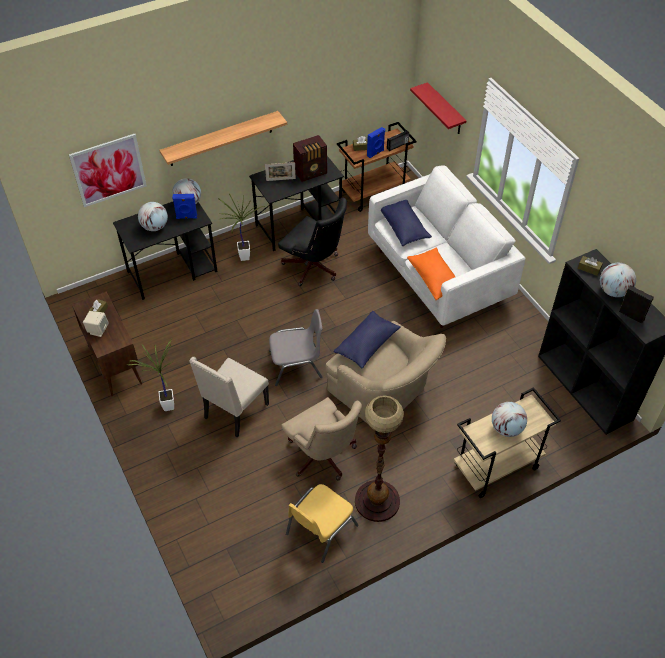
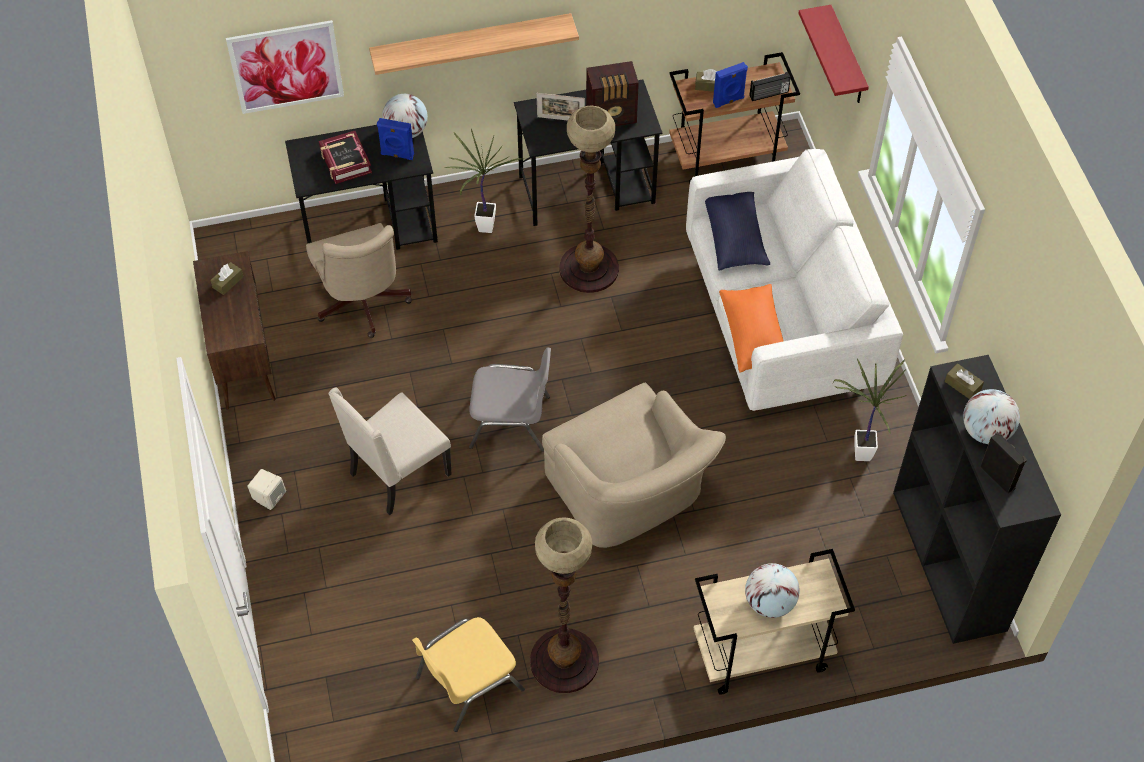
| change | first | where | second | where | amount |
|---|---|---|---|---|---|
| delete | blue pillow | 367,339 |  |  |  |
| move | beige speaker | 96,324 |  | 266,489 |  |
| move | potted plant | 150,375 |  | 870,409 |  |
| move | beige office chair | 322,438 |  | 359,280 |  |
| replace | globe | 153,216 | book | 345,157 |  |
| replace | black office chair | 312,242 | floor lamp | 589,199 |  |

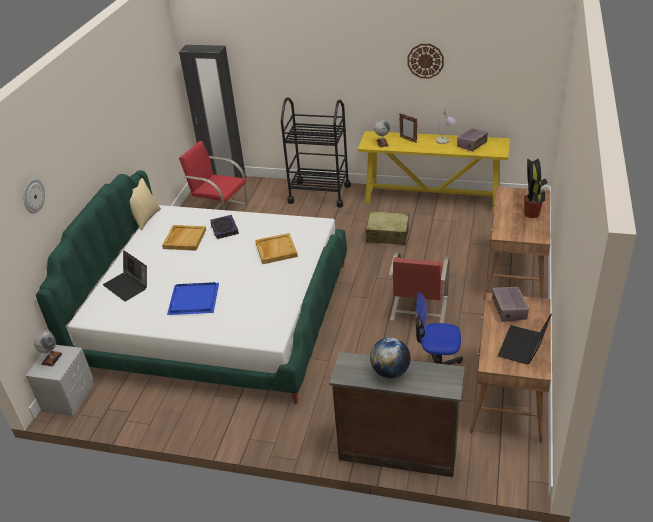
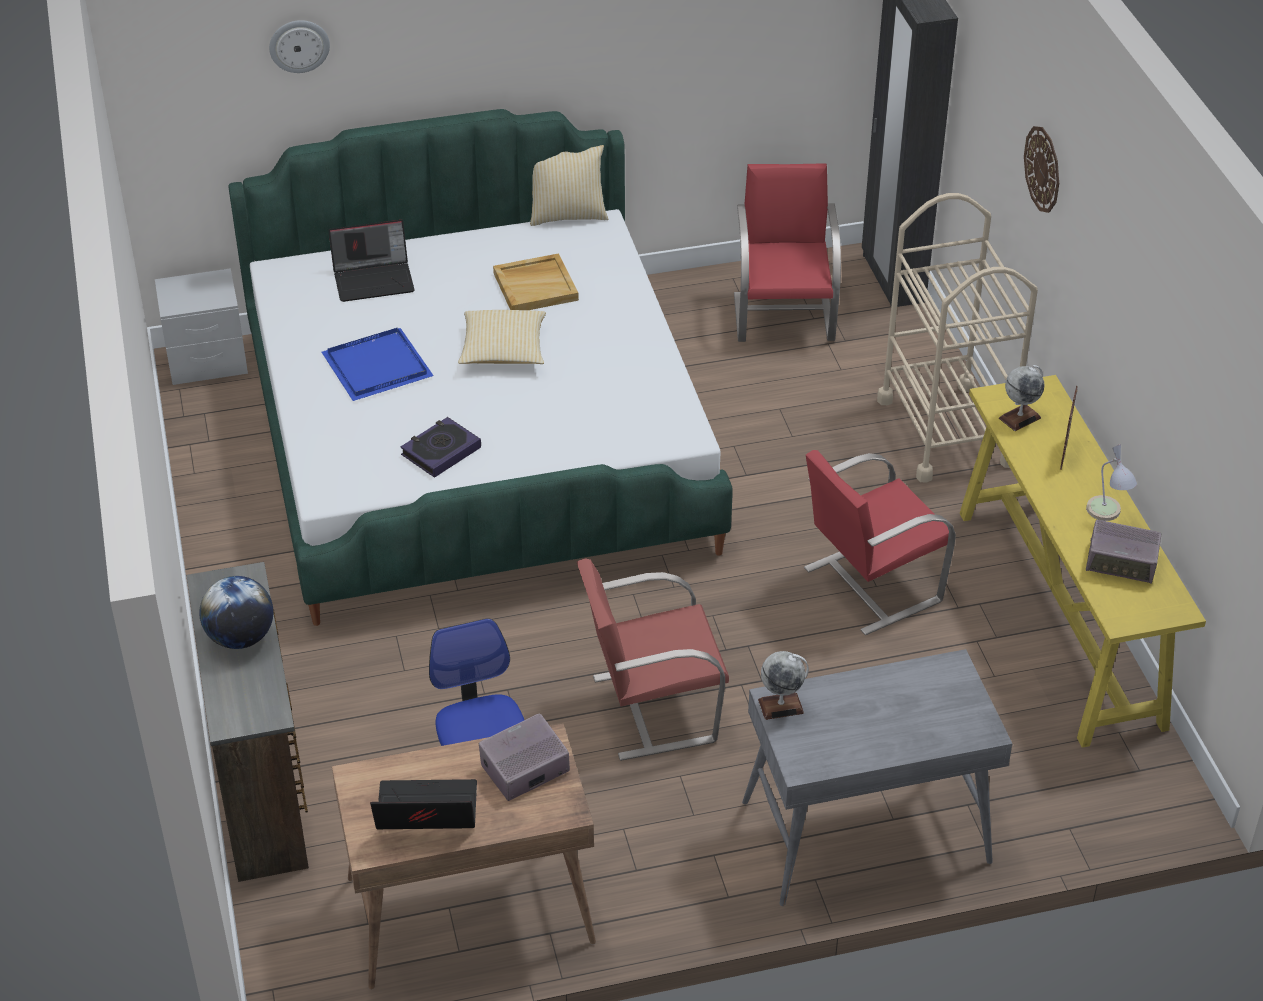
| change | first | where | second | where | amount |
|---|---|---|---|---|---|
| delete | beige tray | 276,248 |  |  |  |
| delete | potted plant | 536,188 |  |  |  |
| insert |  |  | pillow | 502,337 |  |
| move | globe | 48,348 |  | 783,685 |  |
| move | book | 224,227 |  | 440,447 |  |
| move | wall clock | 426,61 |  | 1041,169 |  |
| replace | beige suitcase | 387,228 | red chair | 880,542 |  |
| recolor | black cart | 316,152 | beige cart | 957,338 |  |
| recolor | brown desk | 516,243 | grey desk | 877,777 |  |
| rotate | laptop | 125,275 |  | 371,261 | 120 degrees counterclockwise |

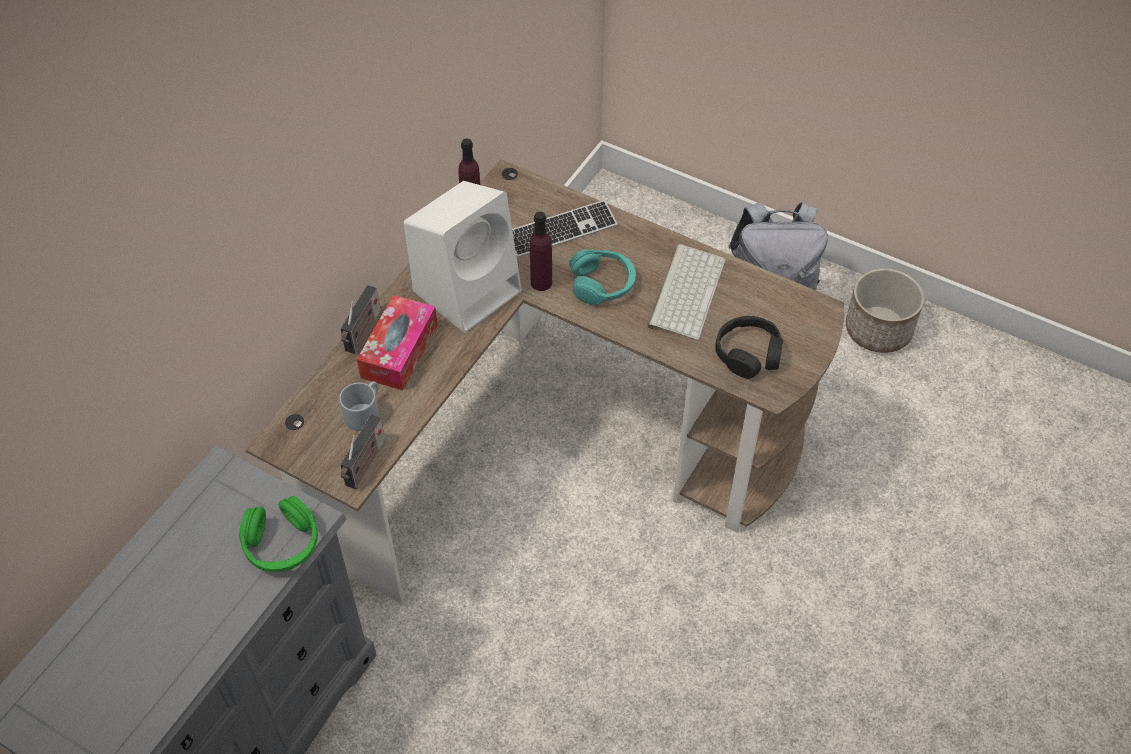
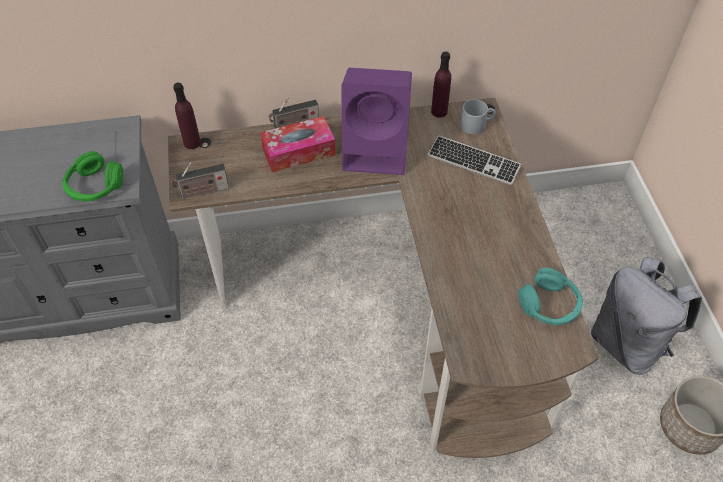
| change | first | where | second | where | amount |
|---|---|---|---|---|---|
| delete | keyboard | 686,292 |  |  |  |
| delete | black headphones | 749,347 |  |  |  |
| move | grey mug | 359,406 |  | 478,116 |  |
| move | purple bottle | 541,251 |  | 187,116 |  |
| move | turquoise headphones | 602,277 |  | 550,296 |  |
| recolor | white speaker | 463,257 | purple speaker | 376,121 |  |

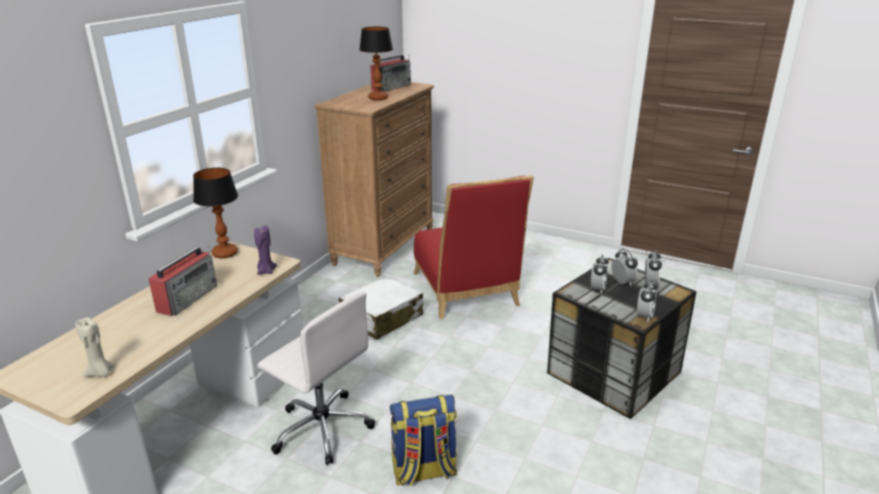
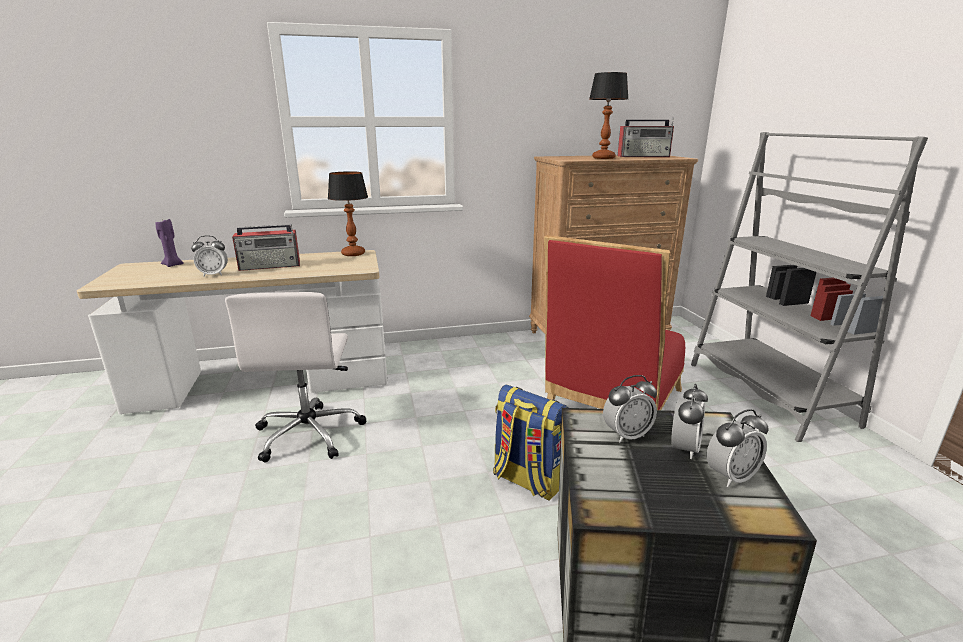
| change | first | where | second | where | amount |
|---|---|---|---|---|---|
| delete | beige candle | 95,347 |  |  |  |
| delete | white suitcase | 381,308 |  |  |  |
| insert |  |  | grey bookcase | 809,287 |  |
| move | purple candle | 265,250 |  | 170,243 |  |
| move | backpack | 423,440 |  | 530,443 |  |
| move | alarm clock | 647,301 |  | 209,256 |  |

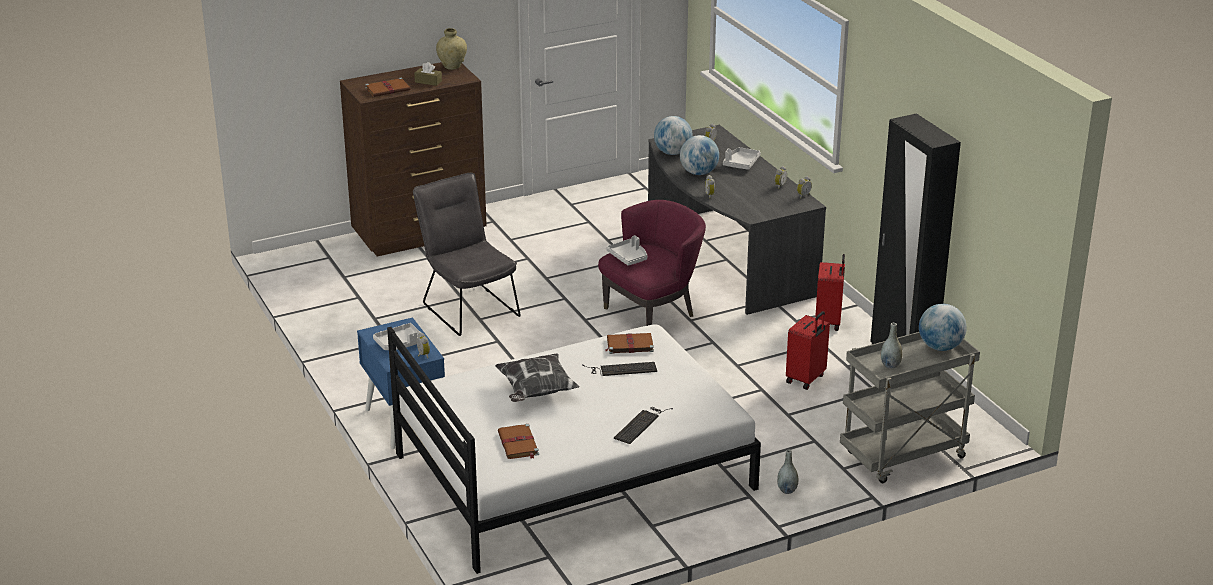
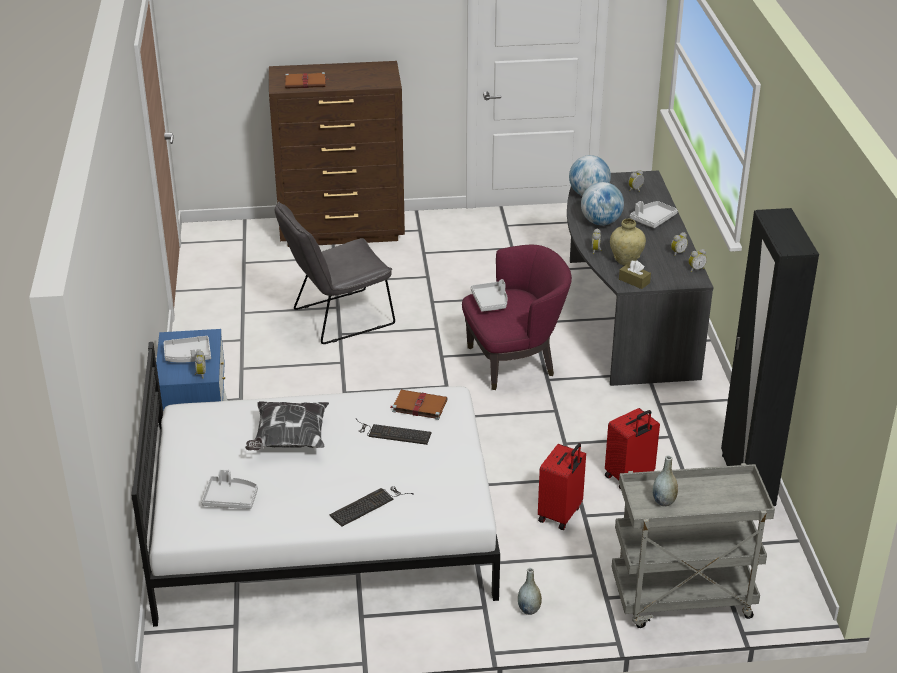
| change | first | where | second | where | amount |
|---|---|---|---|---|---|
| delete | globe | 943,327 |  |  |  |
| move | brown tissue box | 428,74 |  | 635,274 |  |
| move | beige vase | 451,49 |  | 628,242 |  |
| move | red suitcase | 830,292 |  | 562,486 |  |
| replace | brown book | 518,441 | grey tray | 229,489 |  |
| rotate | grey chair | 467,254 |  | 335,273 | 105 degrees counterclockwise |

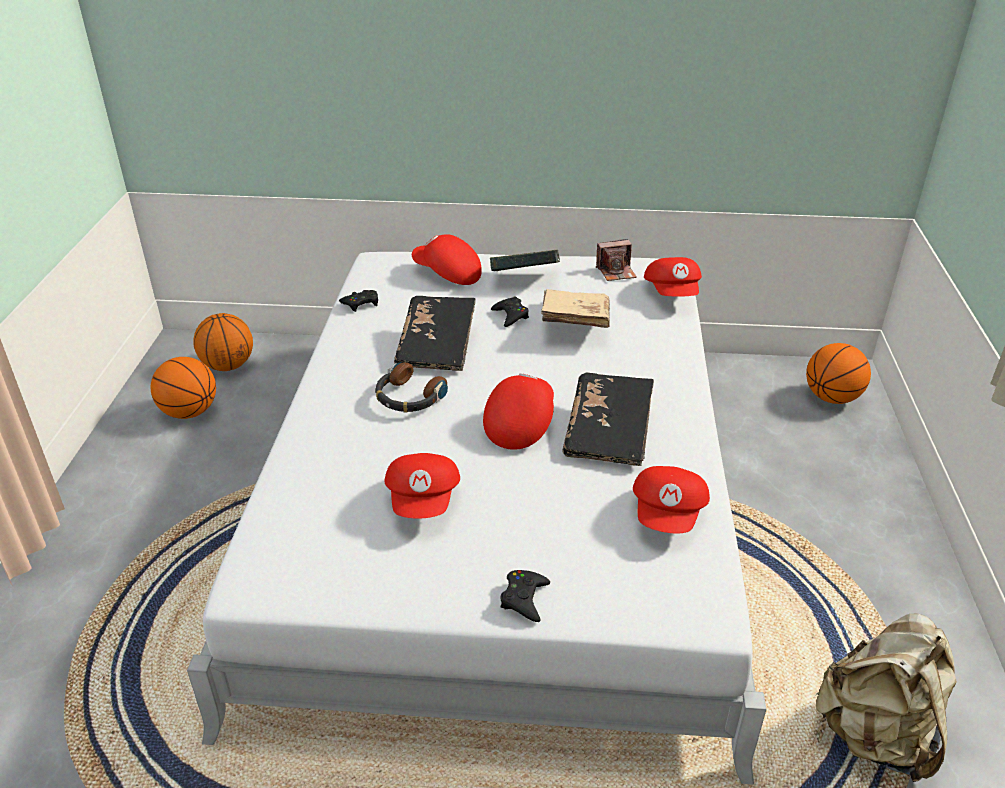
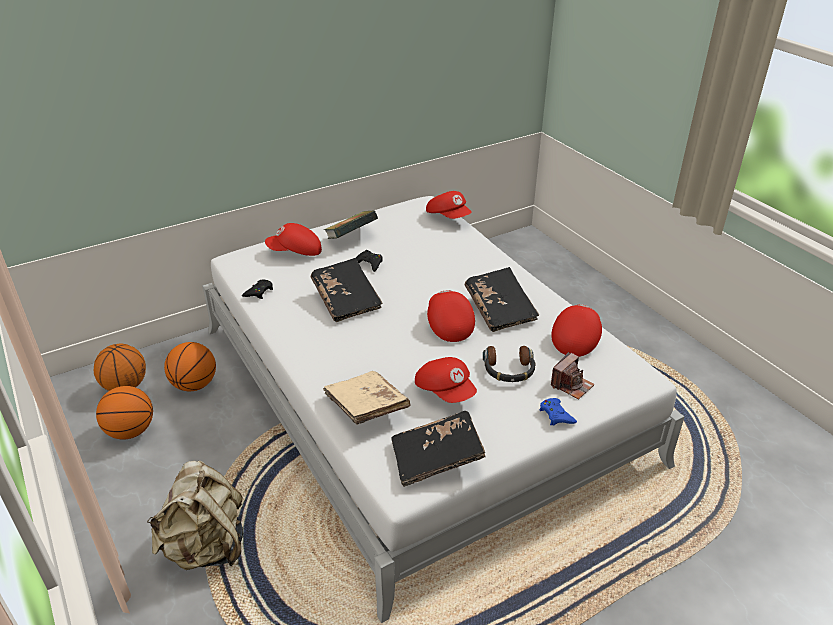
| change | first | where | second | where | amount |
|---|---|---|---|---|---|
| insert |  |  | black book | 438,449 |  |
| move | headphones | 411,387 |  | 509,364 |  |
| move | beige book | 575,308 |  | 367,398 |  |
| move | photo camera | 616,260 |  | 573,376 |  |
| move | basketball | 838,373 |  | 190,366 |  |
| move | beige backpack | 886,698 |  | 195,515 |  |
| recolor | black game controller | 525,596 | blue game controller | 558,411 |  |
| rotate | red cap | 671,499 |  | 576,330 | 135 degrees counterclockwise |

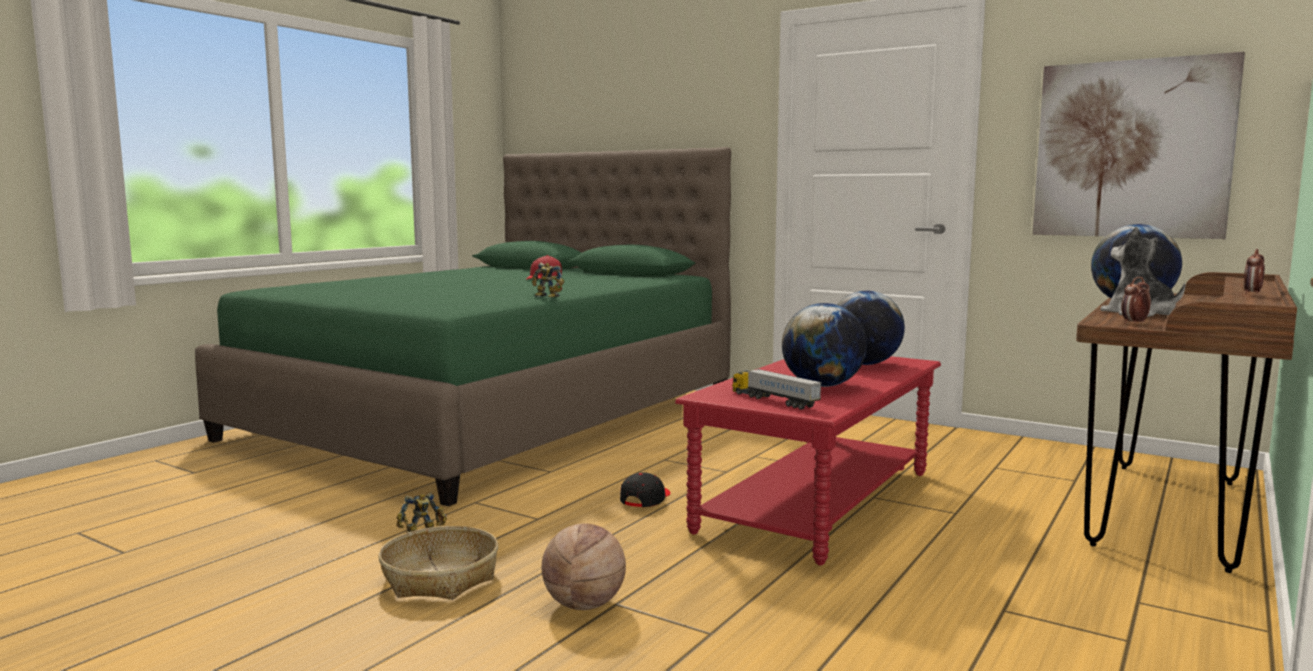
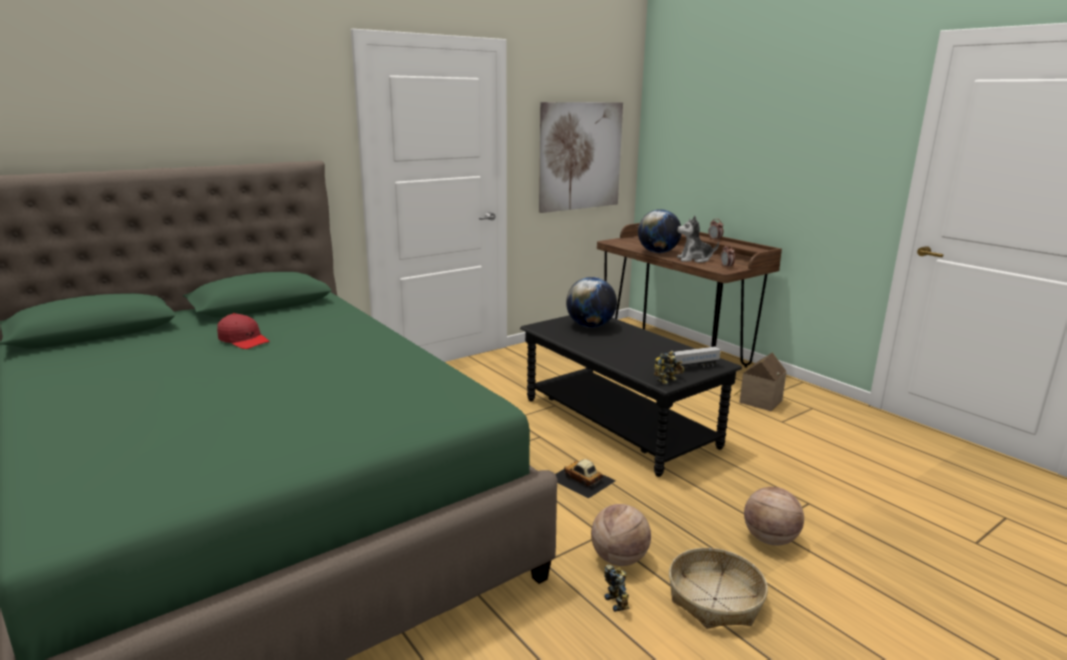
| change | first | where | second | where | amount |
|---|---|---|---|---|---|
| delete | globe | 824,345 |  |  |  |
| insert |  |  | basketball | 621,535 |  |
| insert |  |  | toy house | 760,382 |  |
| move | toy robot | 548,280 |  | 669,368 |  |
| replace | black cap | 645,489 | toy car | 585,479 |  |
| recolor | red coffee table | 808,460 | black coffee table | 631,396 |  |

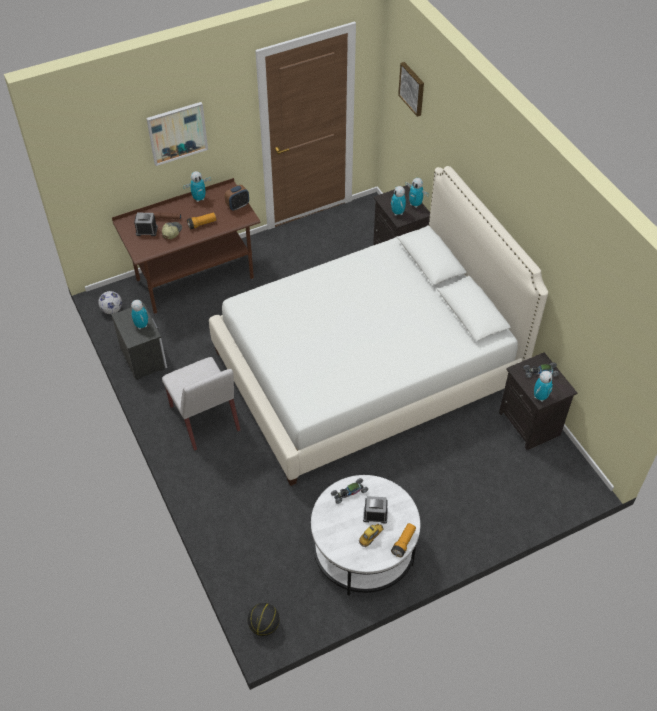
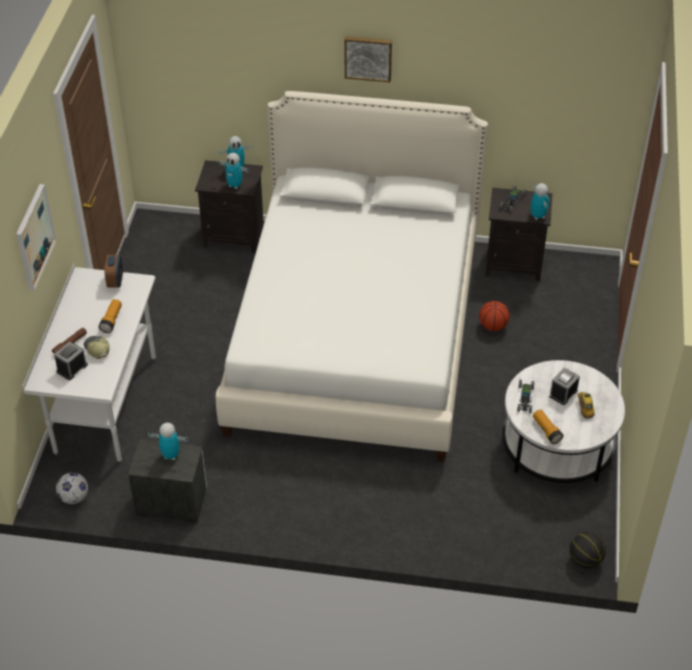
| change | first | where | second | where | amount |
|---|---|---|---|---|---|
| delete | white chair | 201,404 |  |  |  |
| delete | toy robot | 197,186 |  |  |  |
| insert |  |  | basketball | 494,316 |  |
| move | flashlight | 403,540 |  | 548,426 |  |
| move | picture | 411,89 |  | 368,59 |  |
| recolor | brown desk | 186,246 | white desk | 89,363 |  |

